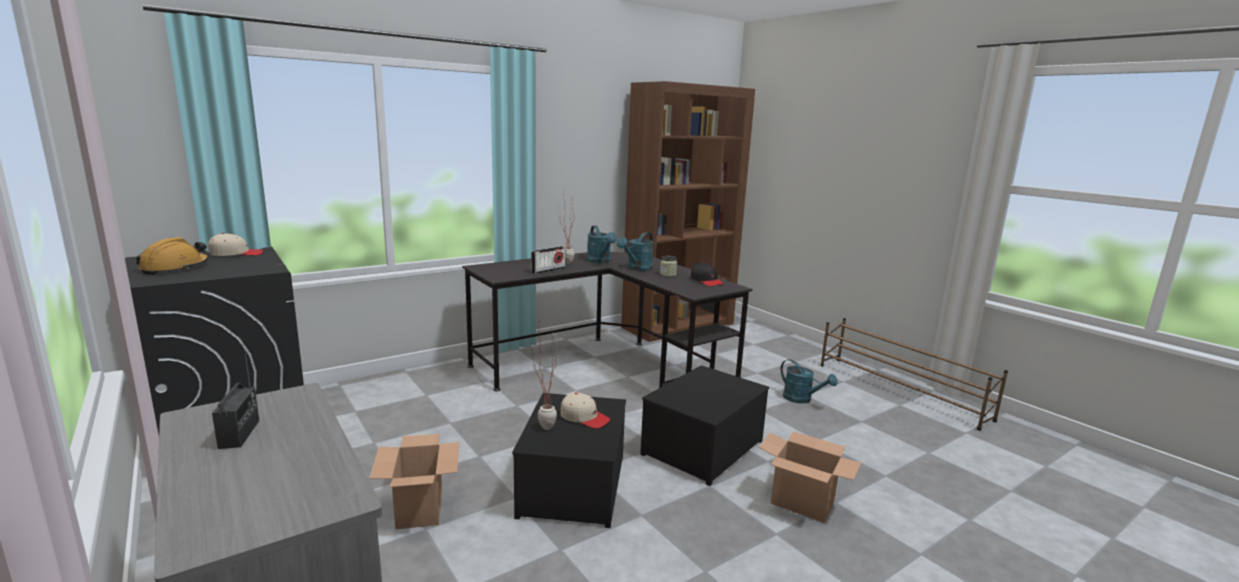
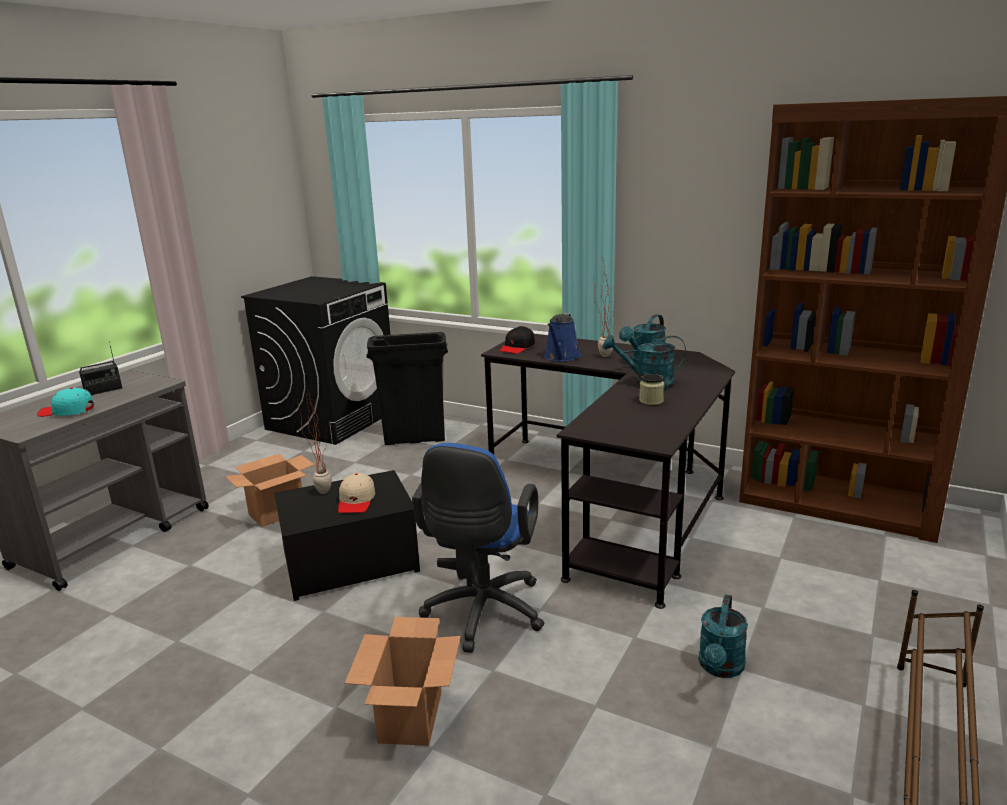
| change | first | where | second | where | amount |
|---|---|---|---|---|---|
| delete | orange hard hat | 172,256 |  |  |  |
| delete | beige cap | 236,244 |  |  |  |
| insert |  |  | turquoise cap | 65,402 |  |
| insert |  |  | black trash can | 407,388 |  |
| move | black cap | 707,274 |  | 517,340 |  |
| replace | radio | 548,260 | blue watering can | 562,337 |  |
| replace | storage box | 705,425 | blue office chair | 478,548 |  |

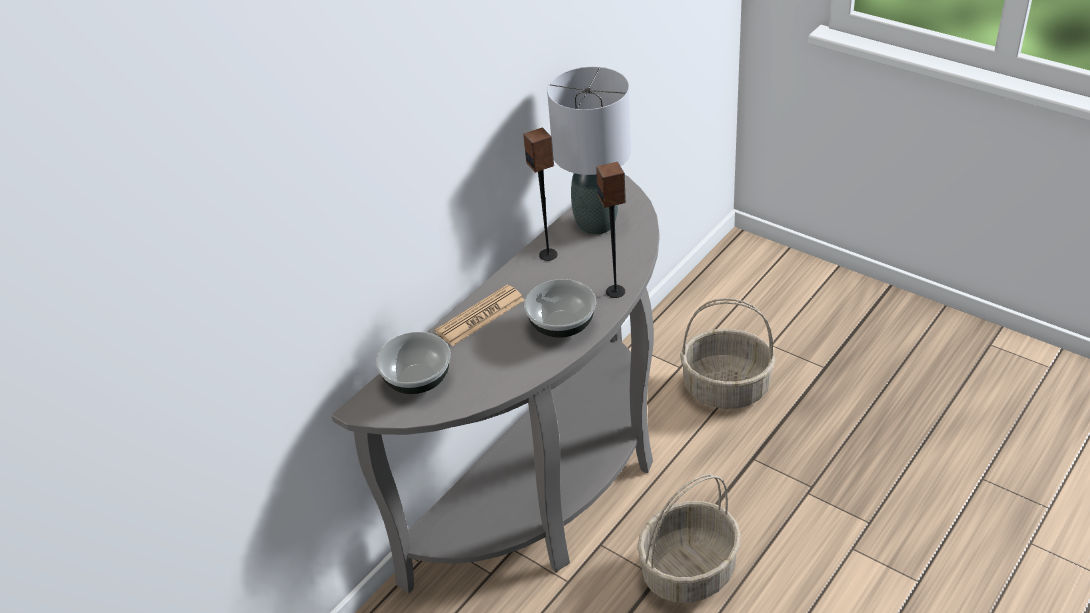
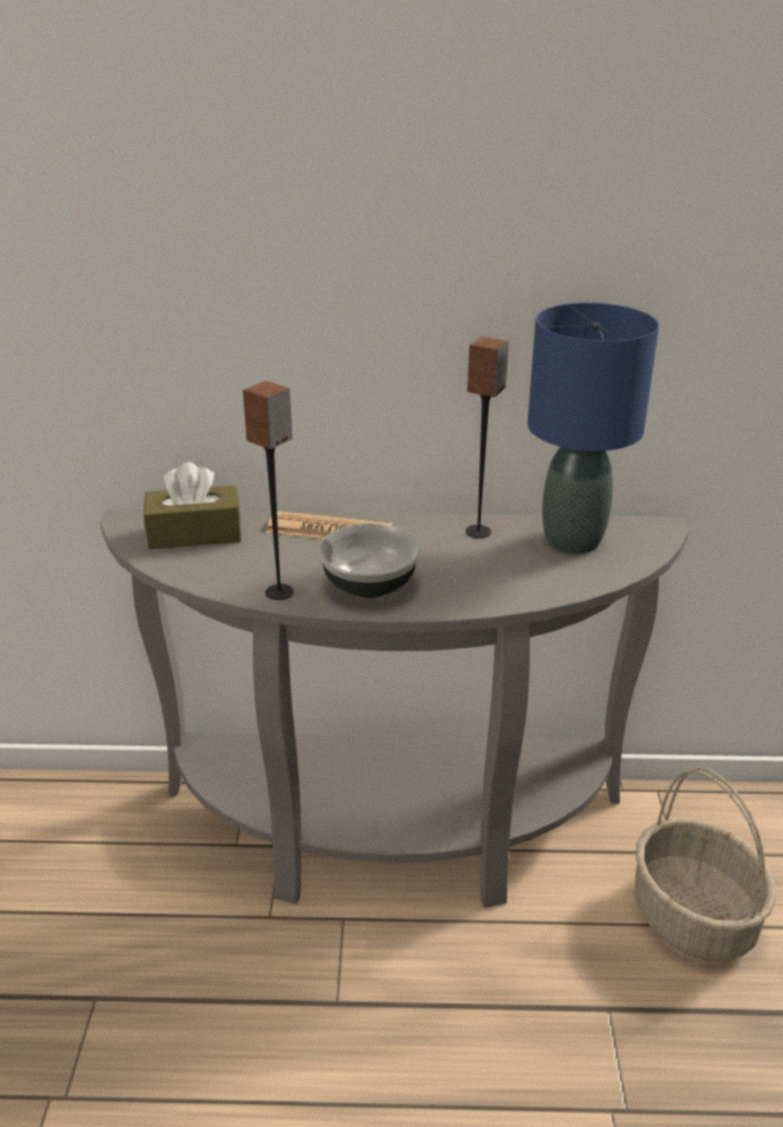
| change | first | where | second | where | amount |
|---|---|---|---|---|---|
| delete | basket | 689,538 |  |  |  |
| move | speaker | 611,230 |  | 268,490 |  |
| replace | bowl | 413,363 | brown tissue box | 192,506 |  |
| recolor | grey table lamp | 589,150 | blue table lamp | 593,428 |  |

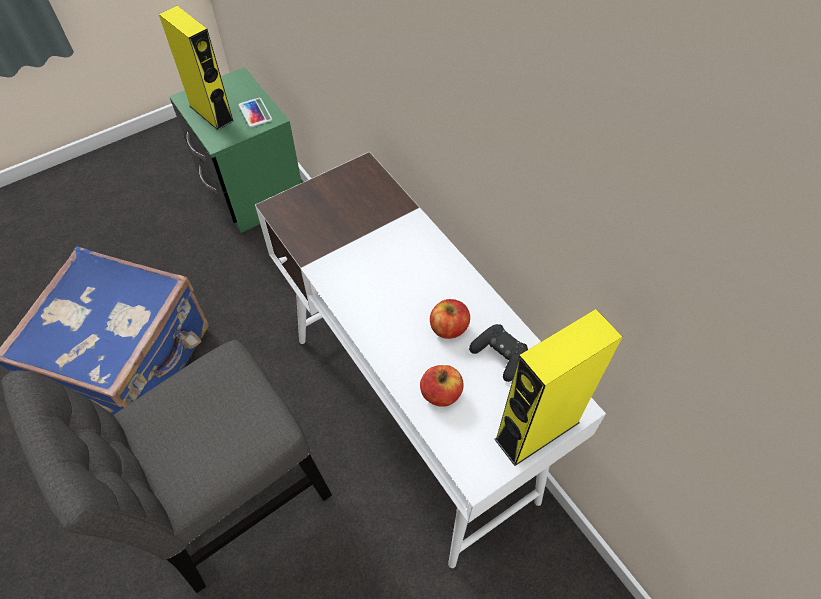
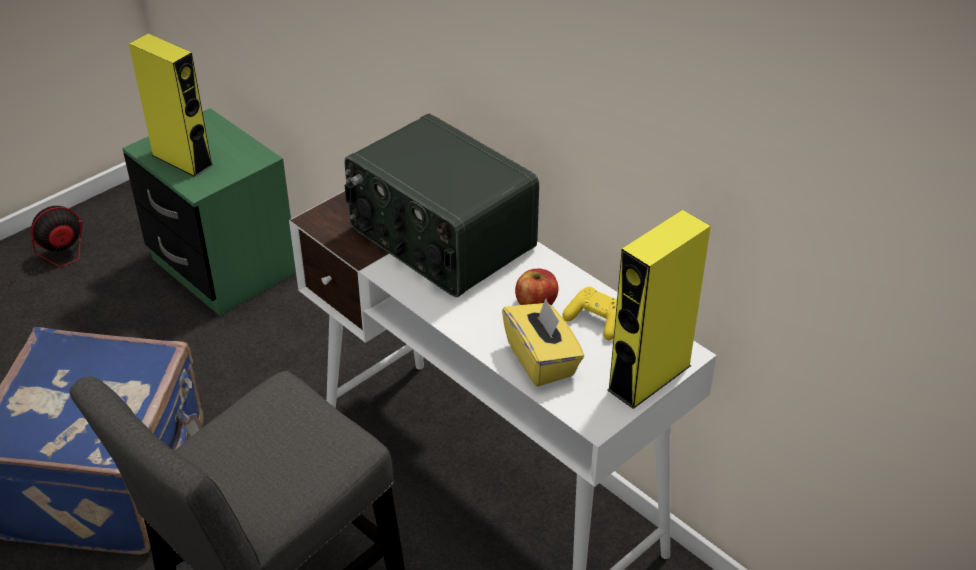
| change | first | where | second | where | amount |
|---|---|---|---|---|---|
| delete | phone | 255,112 |  |  |  |
| insert |  |  | fan | 43,267 |  |
| insert |  |  | radio | 441,205 |  |
| replace | apple | 442,386 | yellow tissue box | 543,342 |  |
| recolor | black game controller | 498,353 | yellow game controller | 589,313 |  |

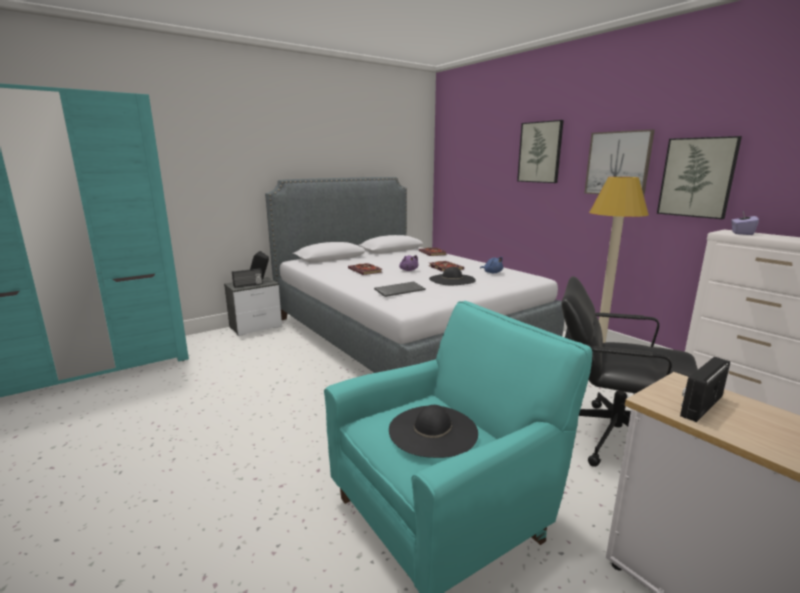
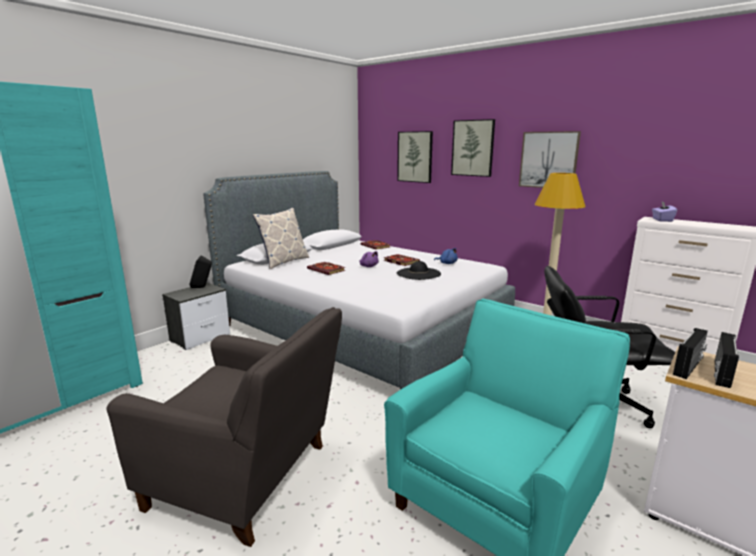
| change | first | where | second | where | amount |
|---|---|---|---|---|---|
| delete | keyboard | 400,289 |  |  |  |
| delete | black hat | 433,431 |  |  |  |
| insert |  |  | grey armchair | 224,427 |  |
| insert |  |  | pillow | 281,238 |  |
| move | radio | 247,278 |  | 690,353 |  |
| move | picture | 699,177 |  | 415,157 |  |

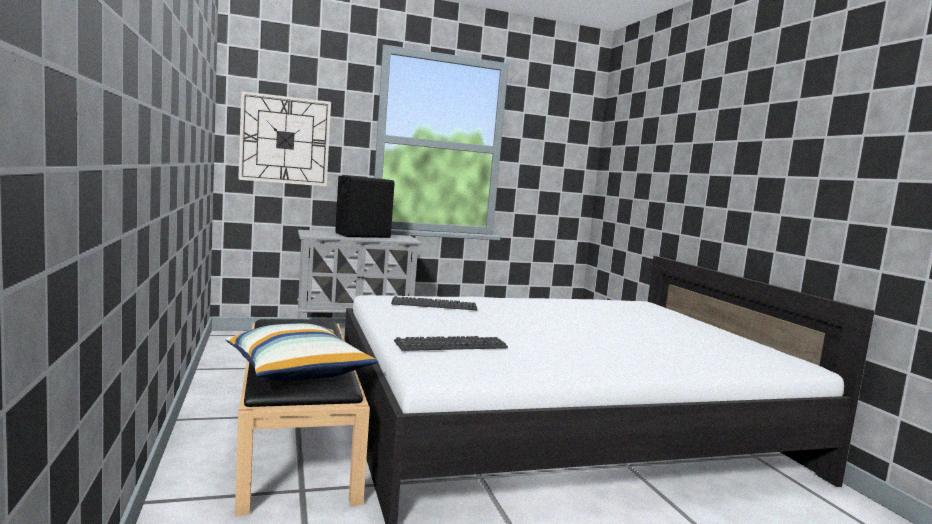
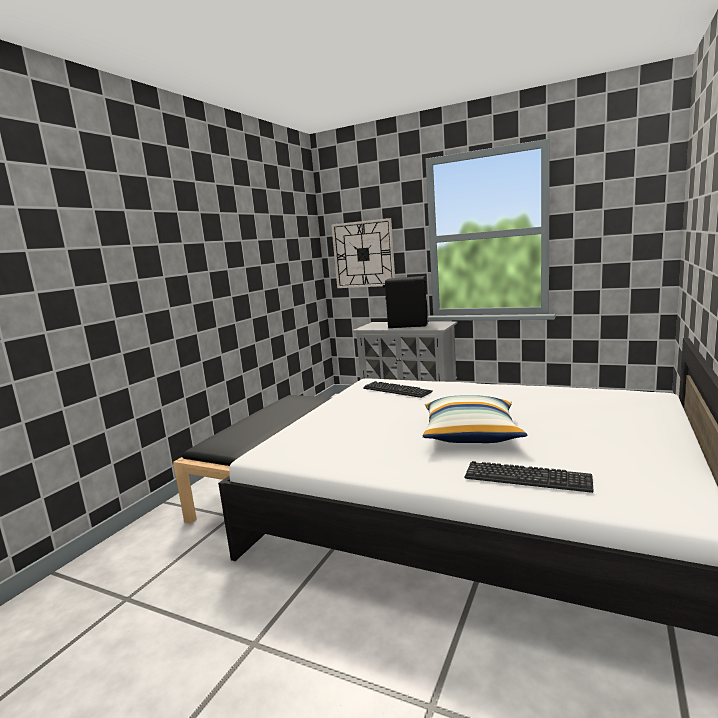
| change | first | where | second | where | amount |
|---|---|---|---|---|---|
| move | pillow | 301,352 |  | 475,419 |  |
| move | keyboard | 451,343 |  | 529,477 |  |

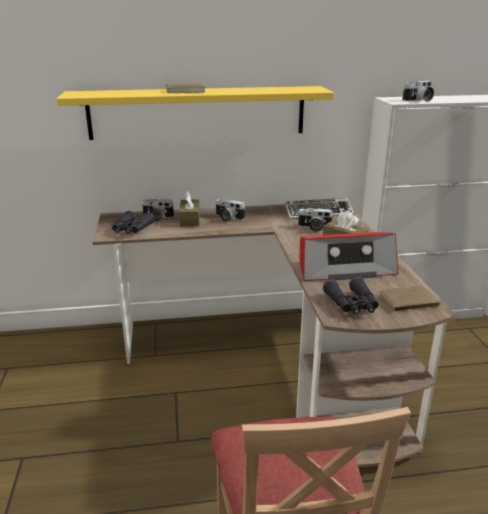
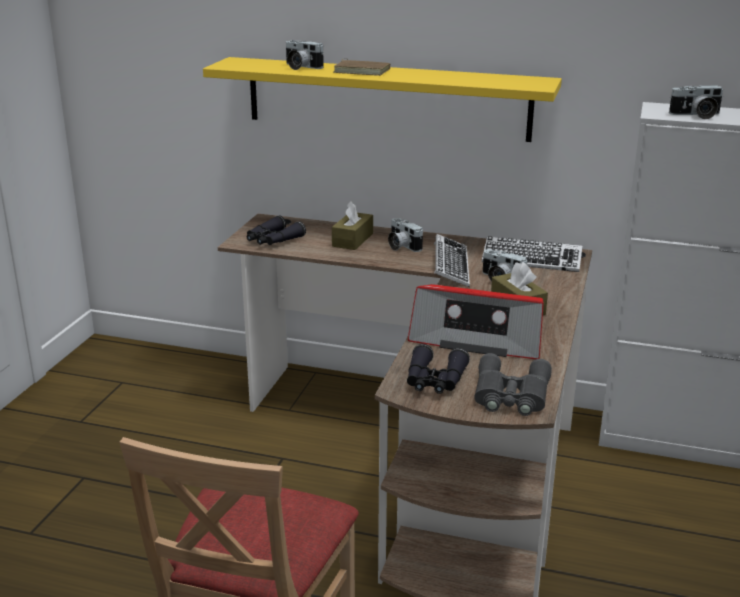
| change | first | where | second | where | amount |
|---|---|---|---|---|---|
| insert |  |  | keyboard | 452,260 |  |
| move | photo camera | 158,210 |  | 305,55 |  |
| replace | brown book | 413,298 | grey binoculars | 513,384 |  |

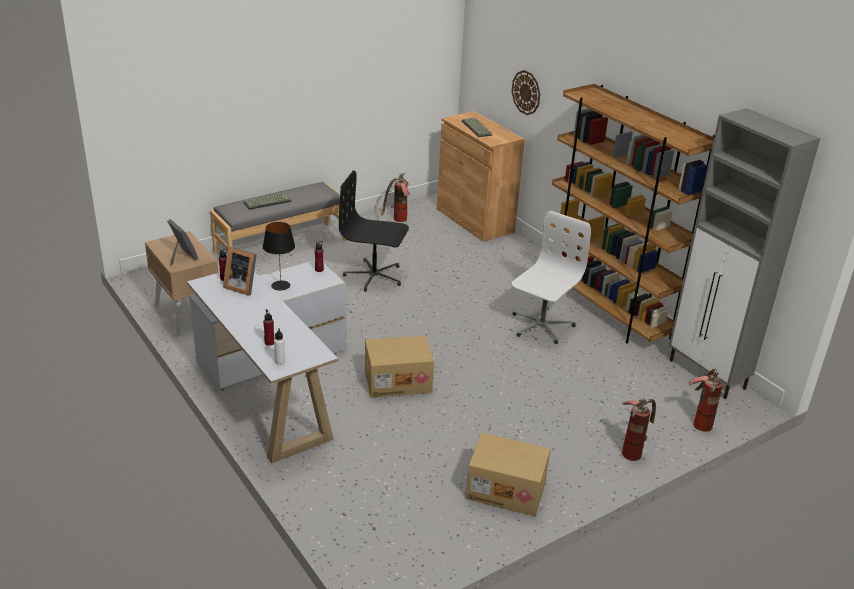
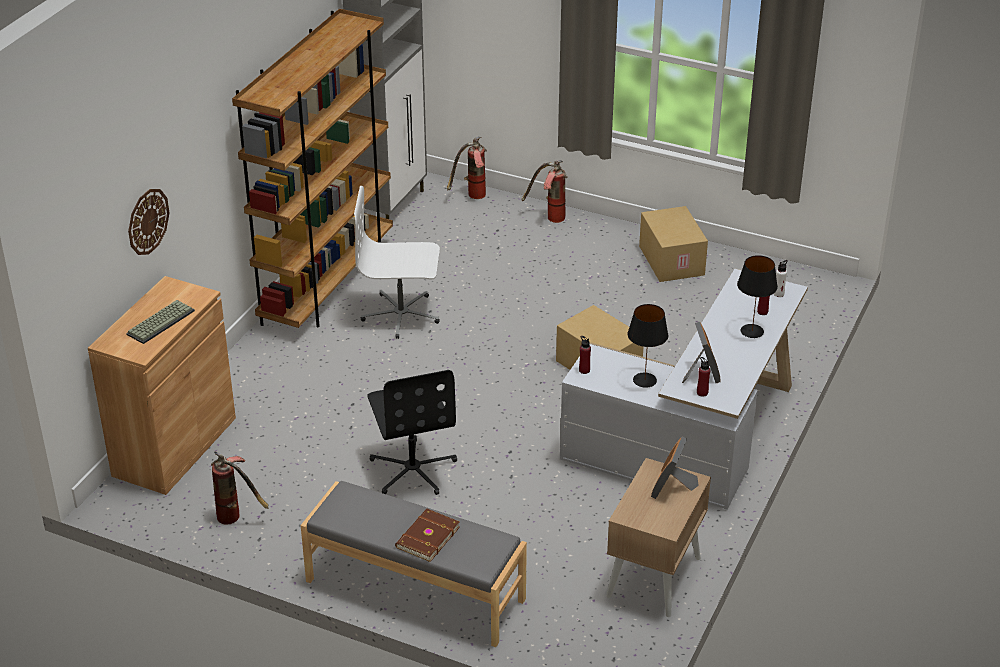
| change | first | where | second | where | amount |
|---|---|---|---|---|---|
| insert |  |  | black table lamp | 757,296 |  |
| replace | keyboard | 268,201 | brown book | 427,535 |  |

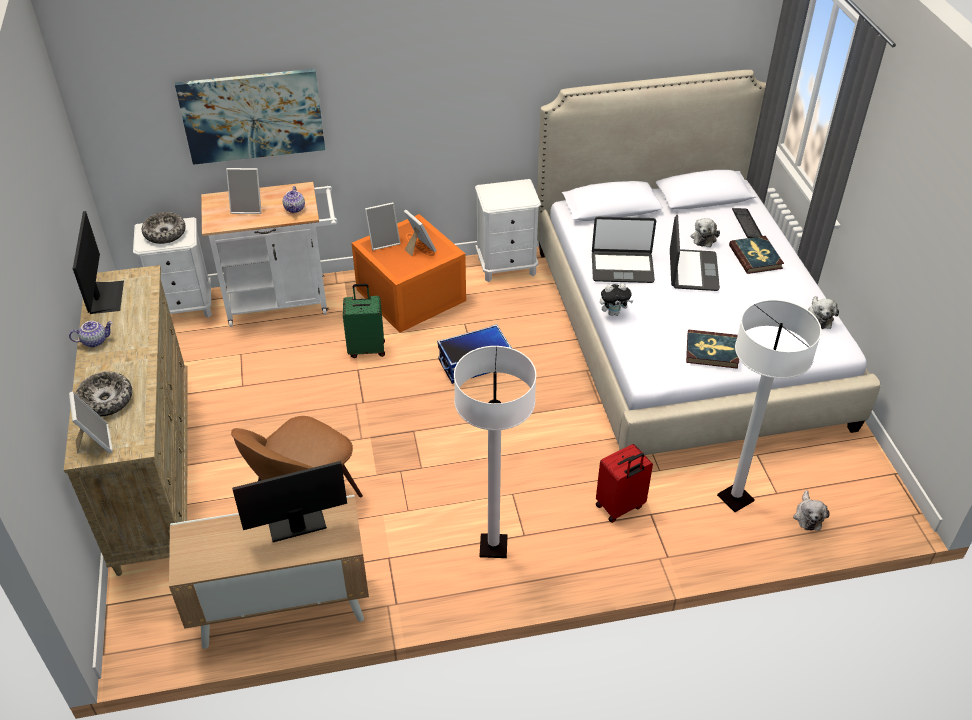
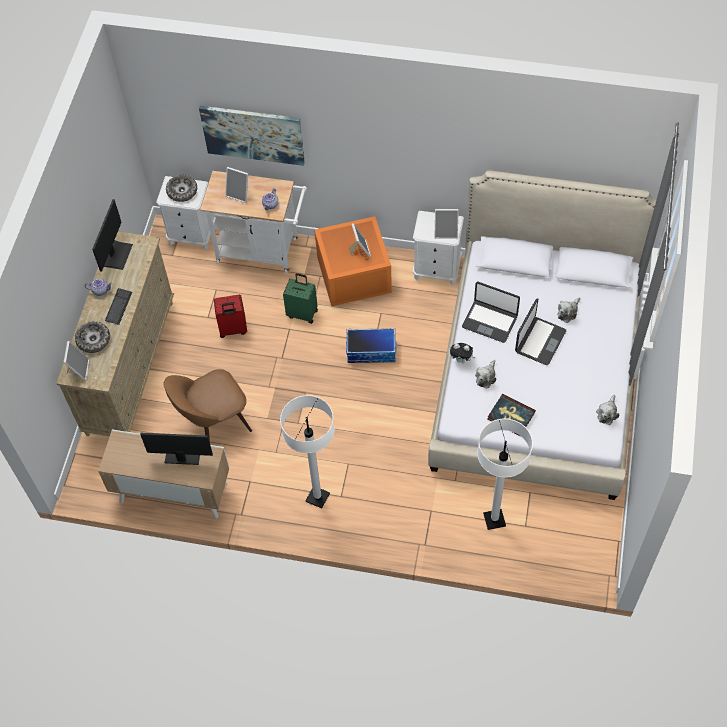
| change | first | where | second | where | amount |
|---|---|---|---|---|---|
| delete | book | 756,255 |  |  |  |
| move | picture frame | 382,226 |  | 447,224 |  |
| move | red suitcase | 624,483 |  | 230,316 |  |
| move | keyboard | 747,223 |  | 118,306 |  |
| move | plush toy | 811,510 |  | 485,374 |  |

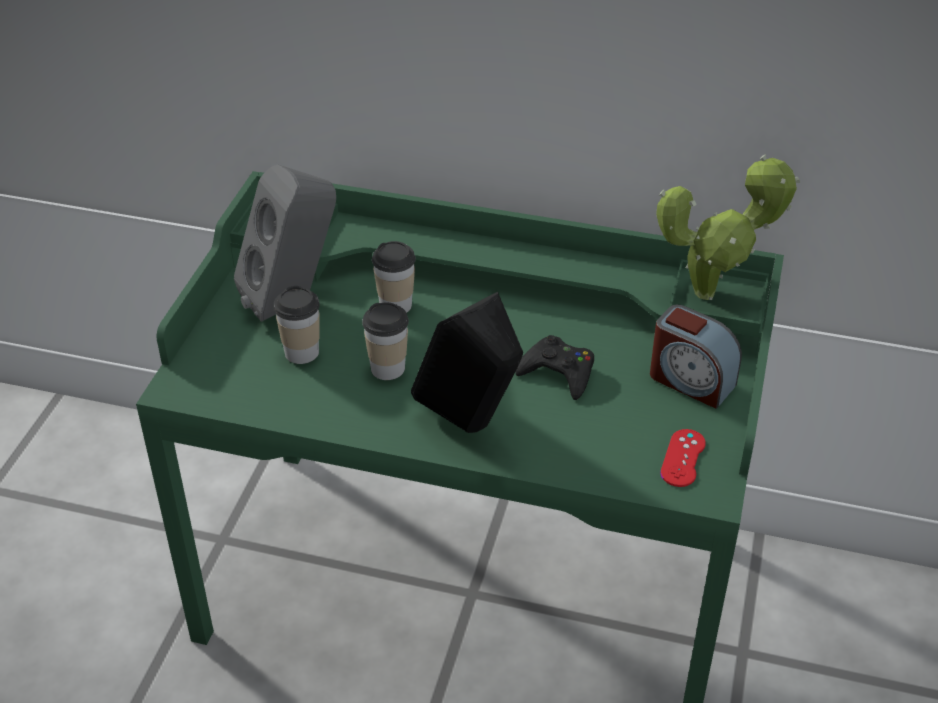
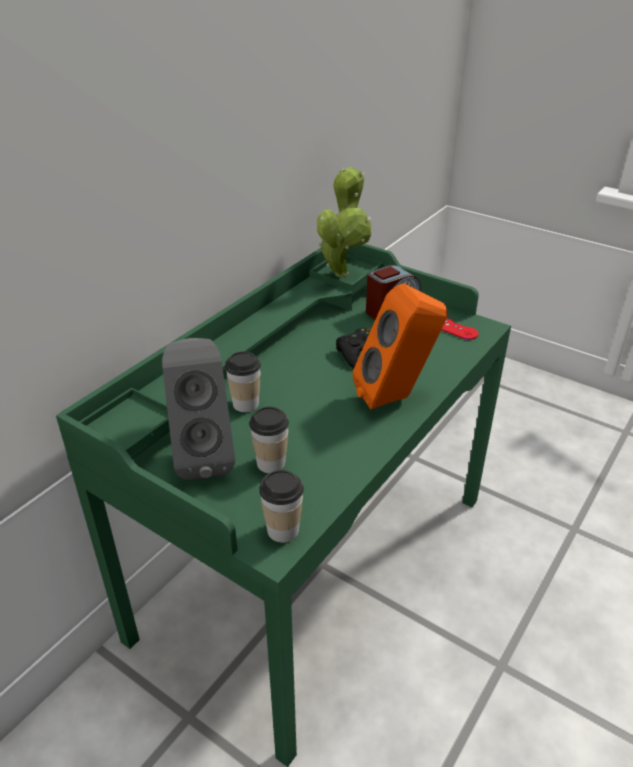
| change | first | where | second | where | amount |
|---|---|---|---|---|---|
| move | cup | 385,341 |  | 281,506 |  |
| recolor | black speaker | 467,362 | orange speaker | 400,346 |  |

